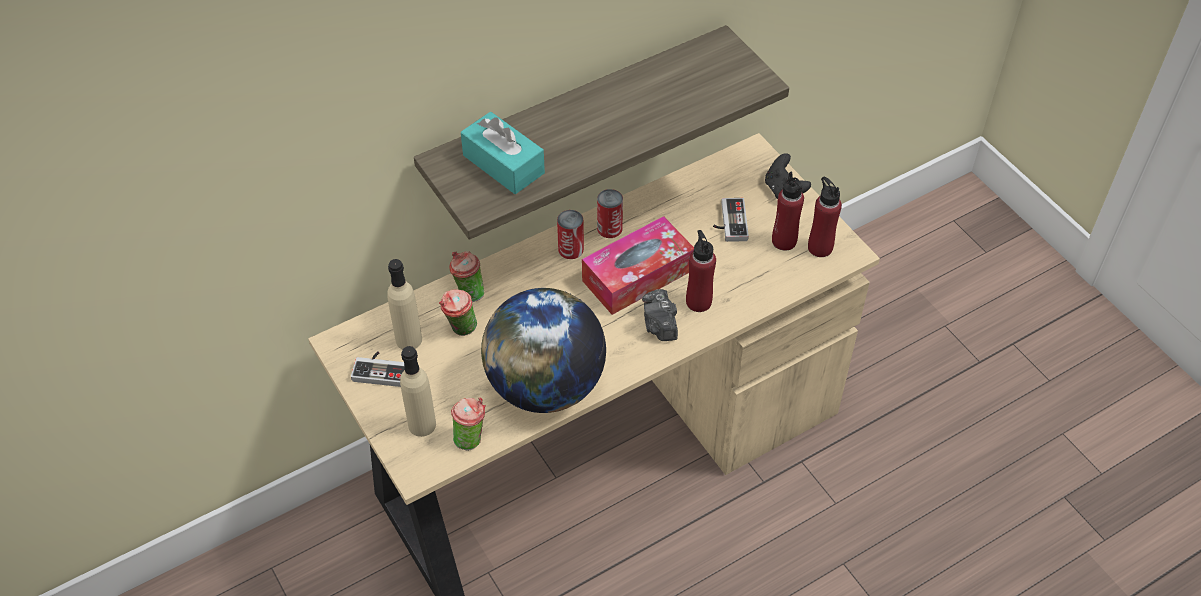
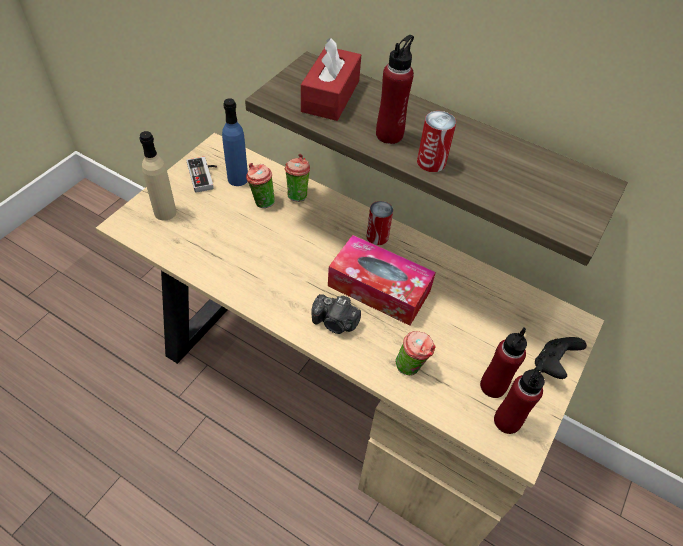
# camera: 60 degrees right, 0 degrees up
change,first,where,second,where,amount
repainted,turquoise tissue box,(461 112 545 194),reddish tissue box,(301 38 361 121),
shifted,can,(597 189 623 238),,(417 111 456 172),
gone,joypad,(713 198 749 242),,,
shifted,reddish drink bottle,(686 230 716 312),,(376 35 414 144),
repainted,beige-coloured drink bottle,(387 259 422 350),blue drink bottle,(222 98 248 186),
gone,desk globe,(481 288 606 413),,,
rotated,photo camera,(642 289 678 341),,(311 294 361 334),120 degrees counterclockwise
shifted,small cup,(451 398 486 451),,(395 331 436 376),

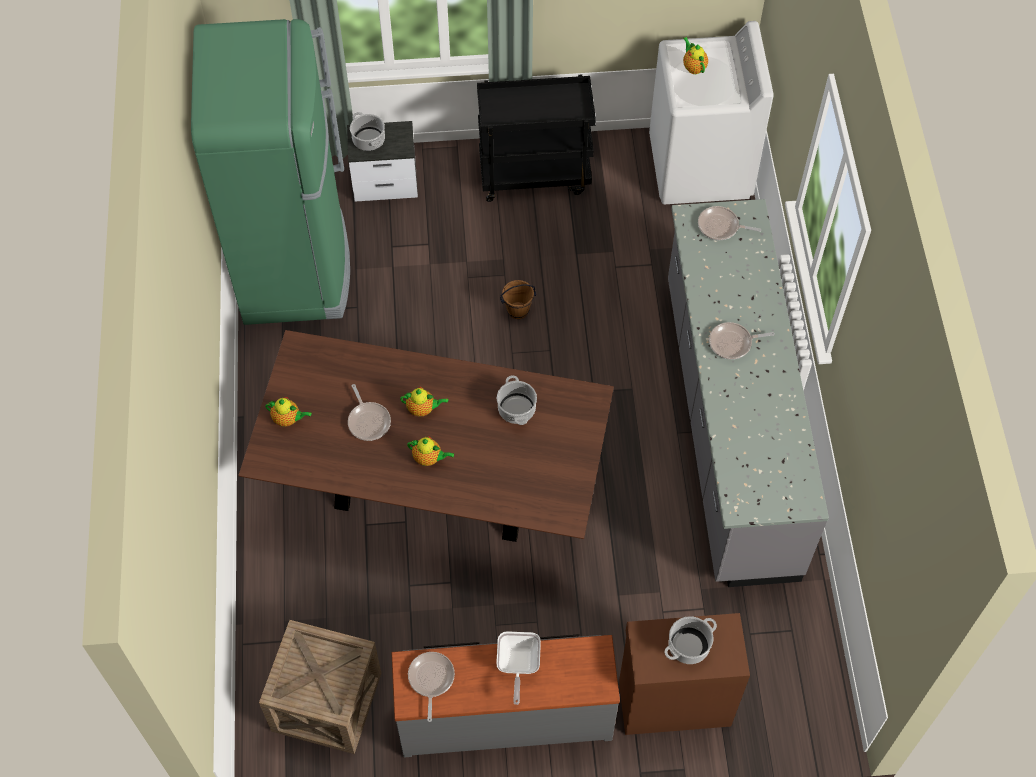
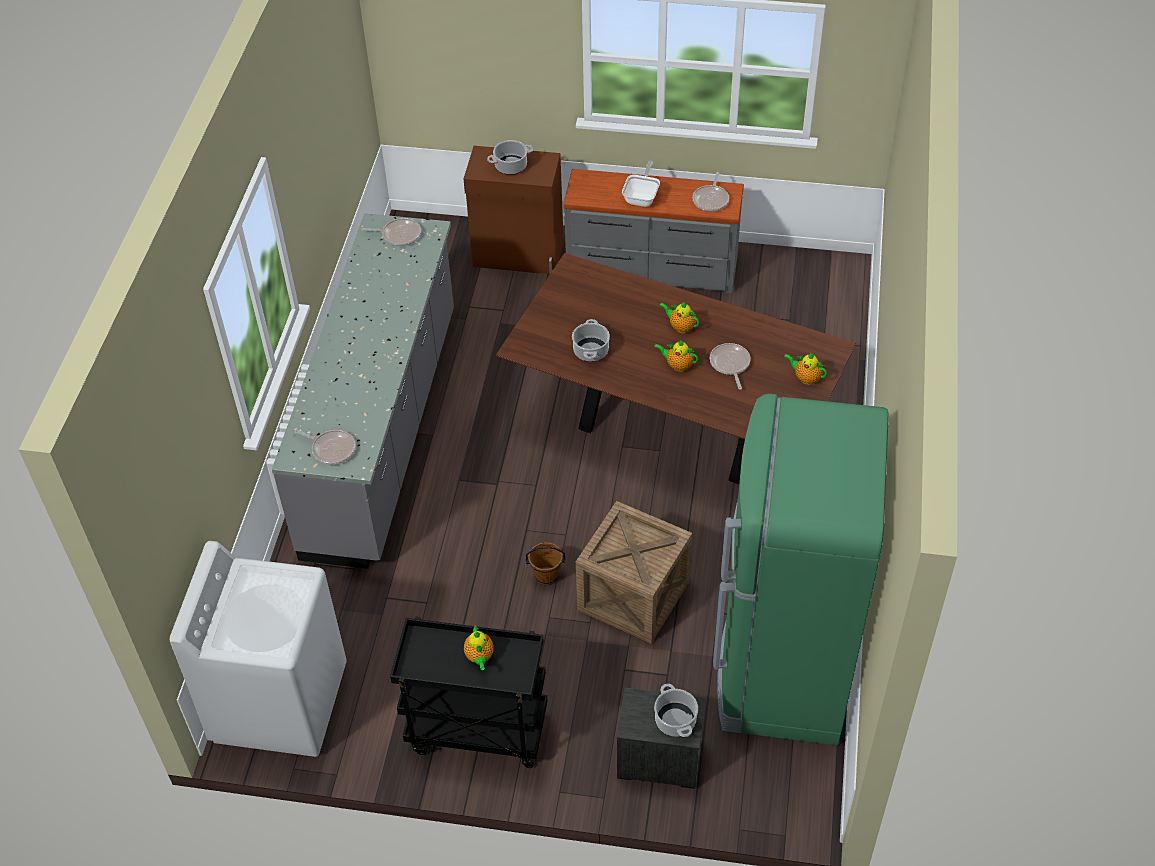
# camera: 165 degrees left, 10 degrees down
change,first,where,second,where,amount
shifted,teapot,(683 37 708 74),,(464 626 494 670),
shifted,frying pan,(709 322 775 360),,(361 218 421 246),
shifted,shipping crate,(259 620 381 754),,(576 501 692 644),

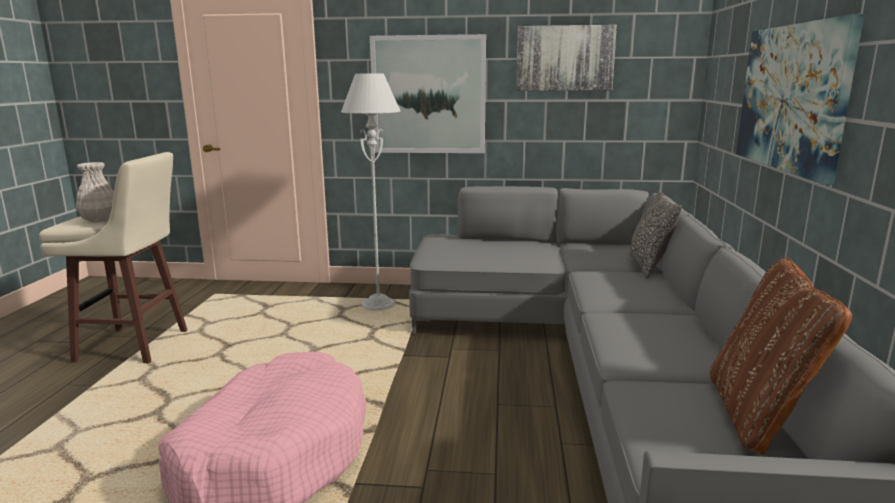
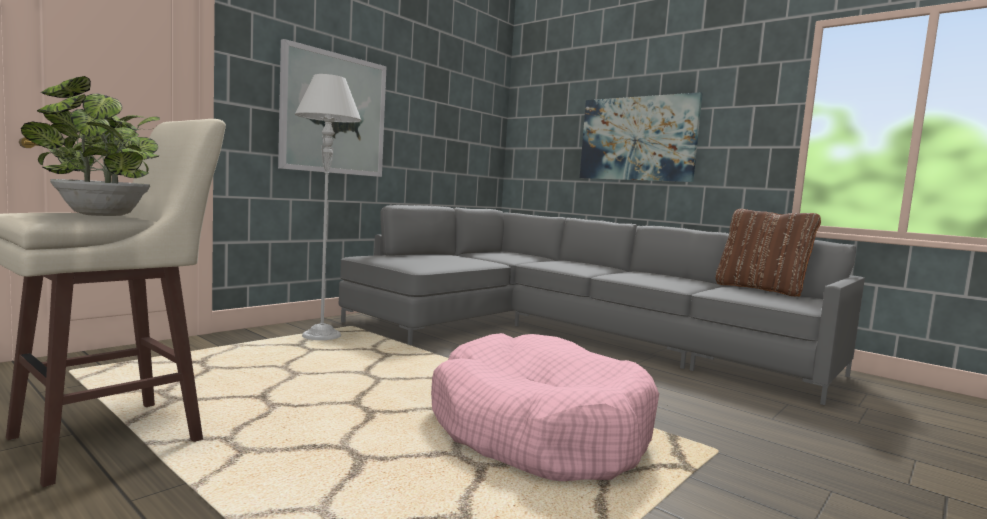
# camera: 55 degrees left, 10 degrees down
change,first,where,second,where,amount
gone,wall art,(516 25 617 91),,,
swapped,white-coloured decorative vase,(76 162 114 222),potted plant,(21 76 160 216),
gone,cushion,(629 191 682 278),,,

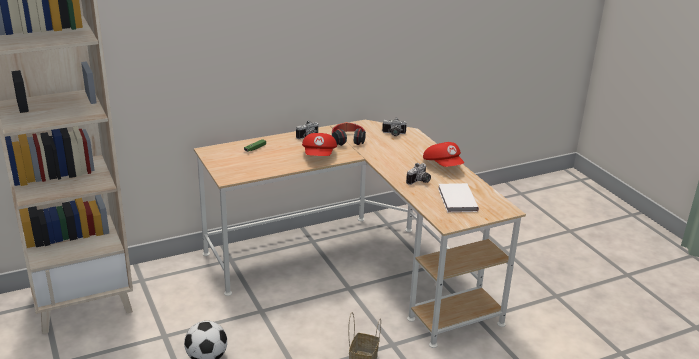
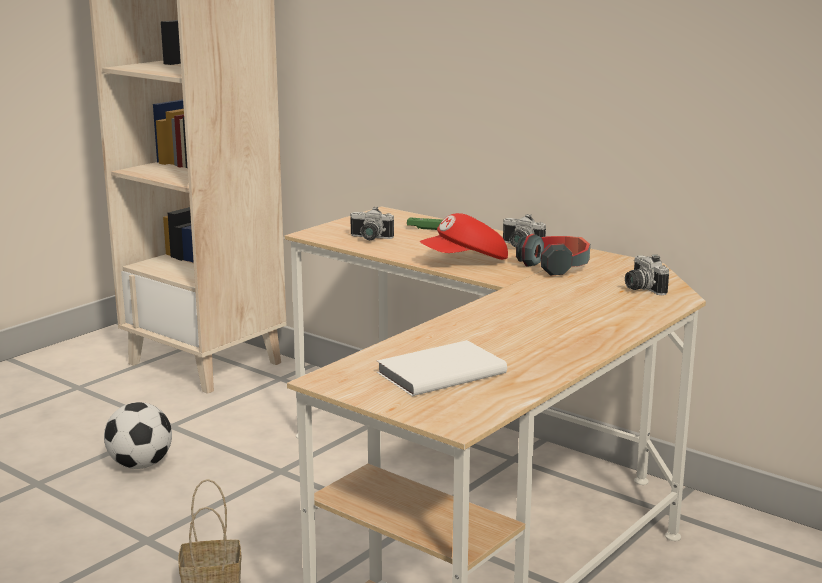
# camera: 65 degrees right, 10 degrees down
change,first,where,second,where,amount
gone,reddish baseball cap,(423 142 464 167),,,
shifted,photo camera,(406 163 431 185),,(350 207 394 240),

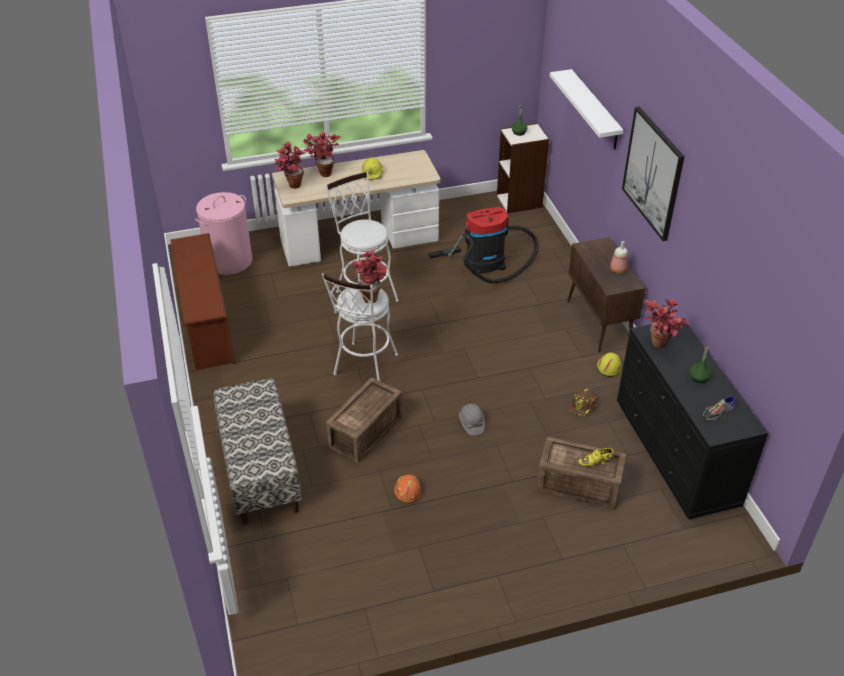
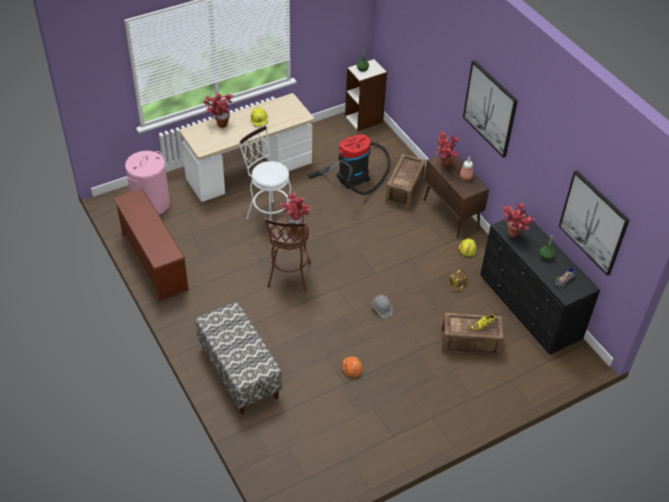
# camera: 15 degrees left, 5 degrees up
change,first,where,second,where,amount
gone,white-coloured wall shelf,(550 69 624 150),,,
shifted,potted plant,(274 142 306 189),,(436 131 460 167),
repainted,white-coloured stool seat,(322 274 398 381),brownish stool seat,(265 217 311 292),
shifted,shipping crate,(326 377 402 463),,(386 154 426 209),
new,,,wall art,(558 170 630 276),

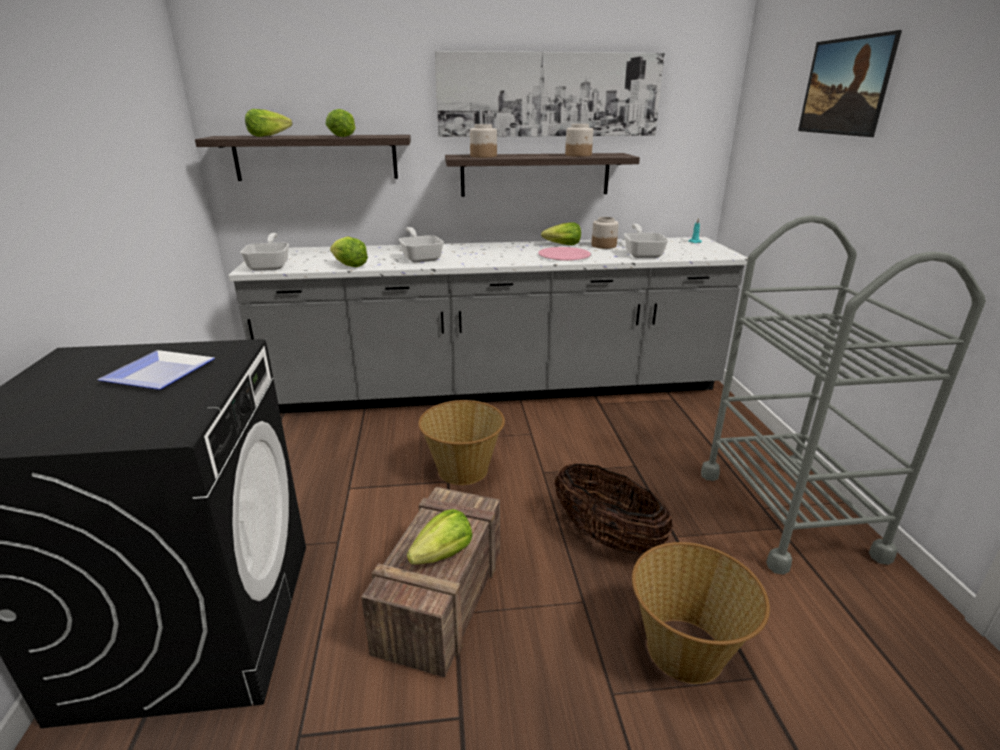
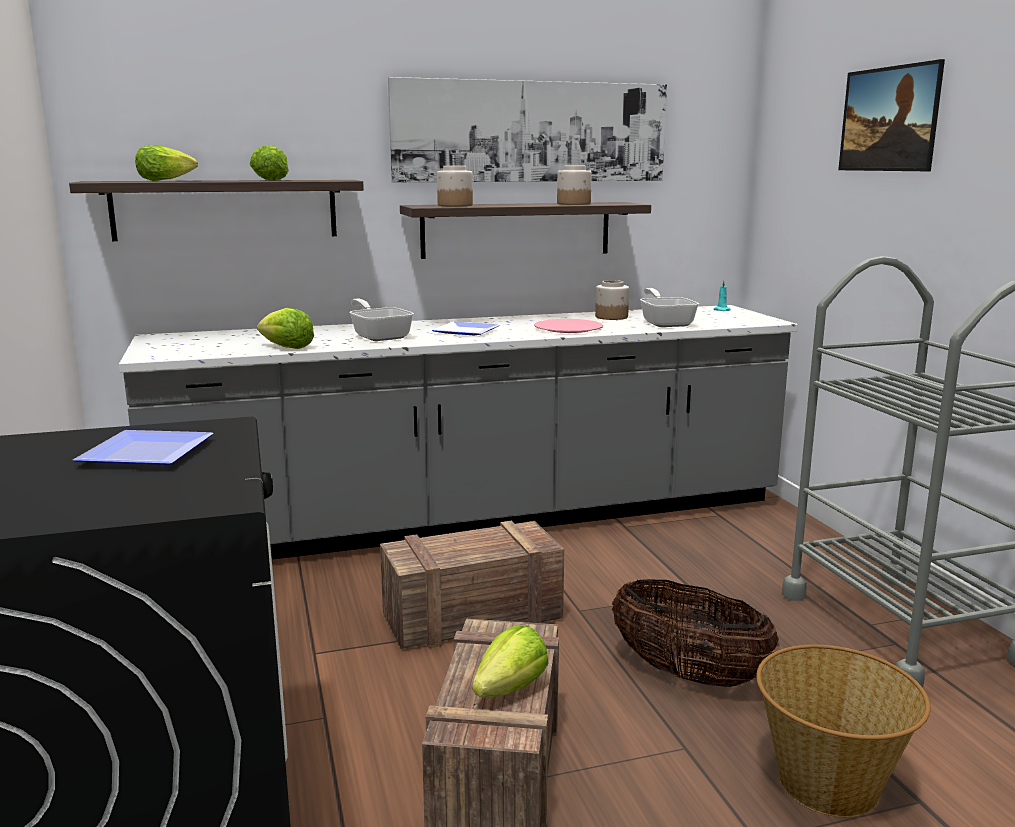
# camera: 10 degrees left, 10 degrees down
change,first,where,second,where,amount
gone,lettuce,(541 222 581 245),,,
gone,frying pan,(240 233 289 271),,,
swapped,household basket,(418 400 505 485),shipping crate,(380 520 564 649),
new,,,dinner plate,(432 321 499 336),

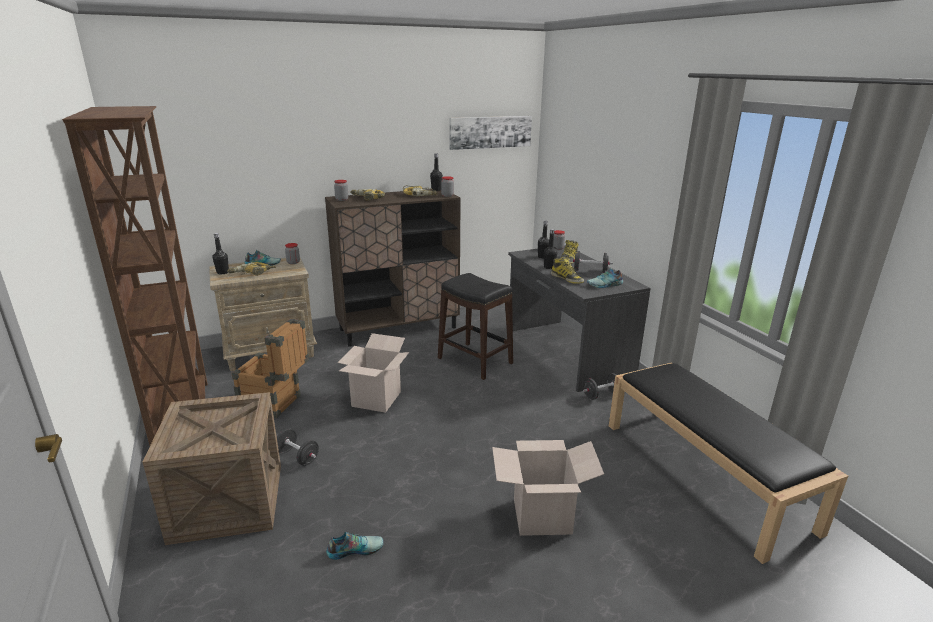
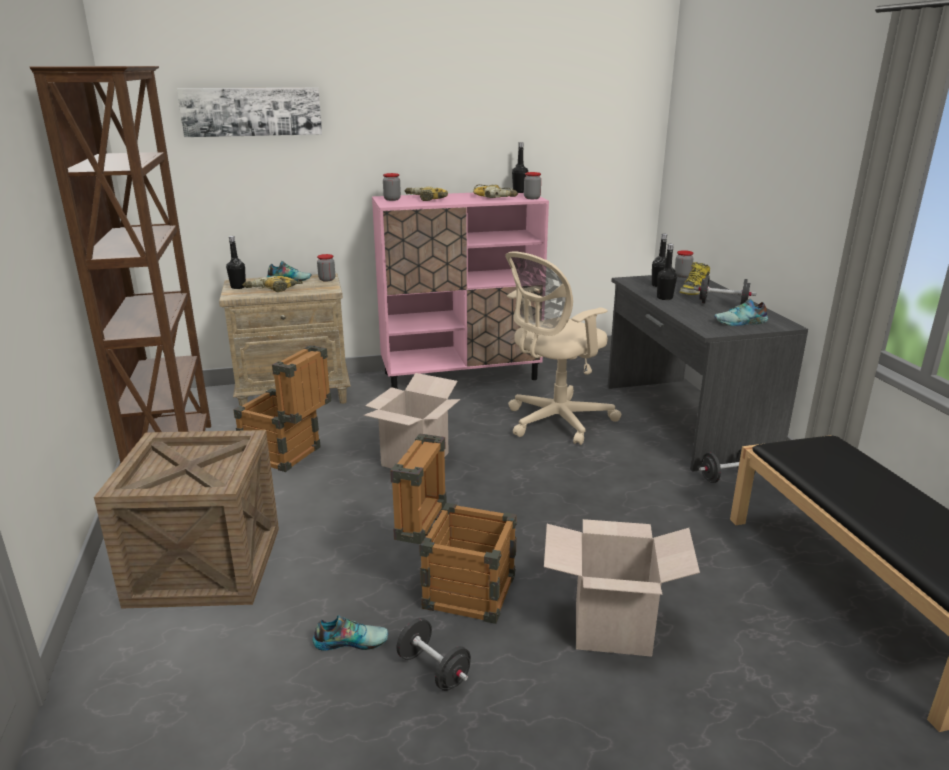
# camera: 10 degrees right, 0 degrees up
change,first,where,second,where,amount
shifted,wall art,(450 116 532 150),,(177 87 322 137),
repainted,brownish cupboard,(325 189 461 347),pink-coloured cupboard,(372 193 549 389),
gone,boot,(551 257 584 284),,,
swapped,black-coloured stool seat,(438 273 513 380),beige-coloured desk chair,(505 251 622 445),
shifted,black-coloured dumbbell,(277 428 319 466),,(397 618 471 691),
new,,,shipping crate,(390 433 517 624),

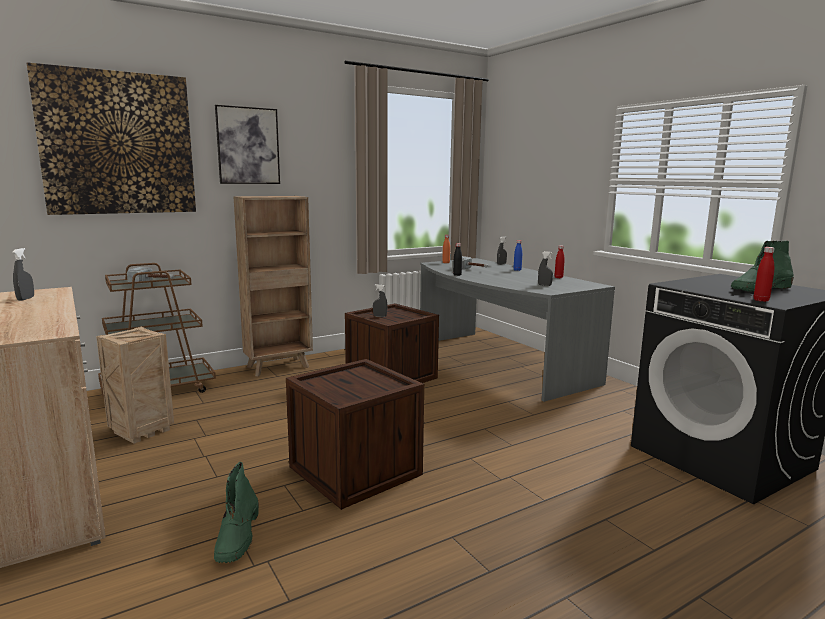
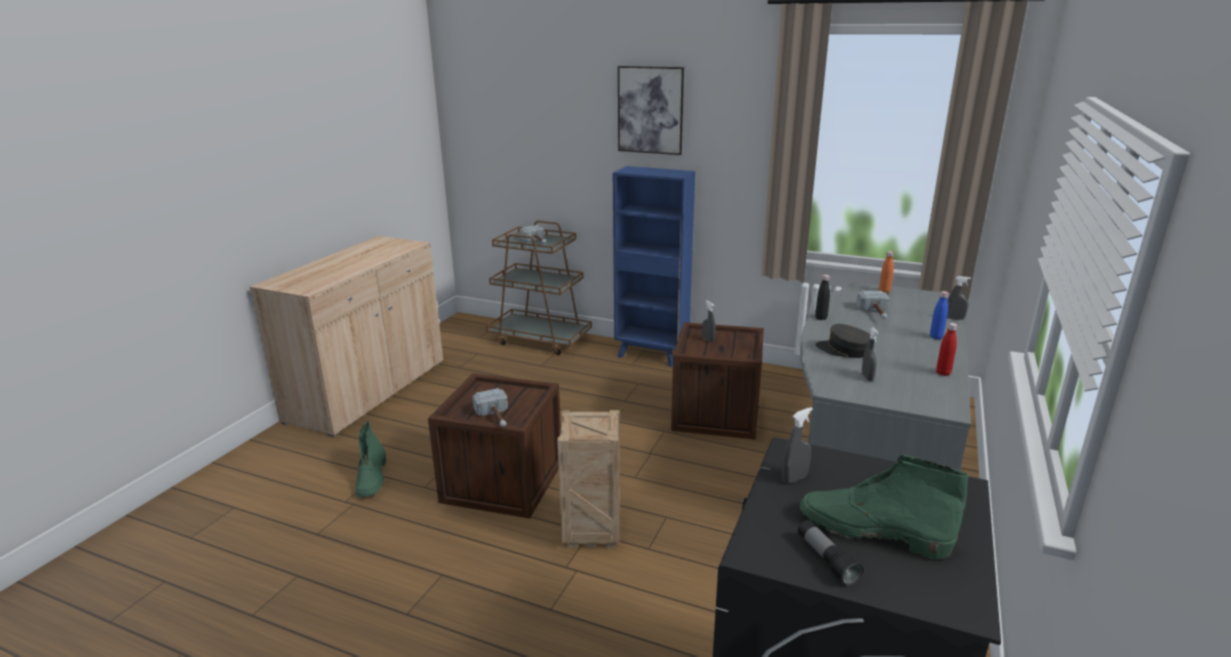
# camera: 55 degrees right, 10 degrees up
change,first,where,second,where,amount
gone,wall art,(27 62 196 215),,,
repainted,brownish bookshelf,(233 196 313 377),blue bookshelf,(613 166 695 367),
gone,reddish drink bottle,(754 247 775 302),,,
shifted,grey hand sprayer,(12 248 34 301),,(782 407 813 484),
shifted,shipping crate,(96 327 174 444),,(557 410 620 548),
rotated,green-coloured boot,(214 462 259 563),,(356 421 386 497),60 degrees counterclockwise
new,,,grey baseball cap,(816 324 871 358),
new,,,hammer,(473 388 508 427),
new,,,flashlight,(798 520 863 586),

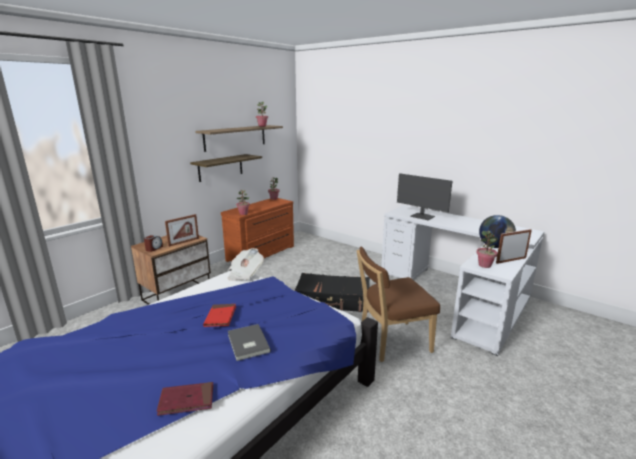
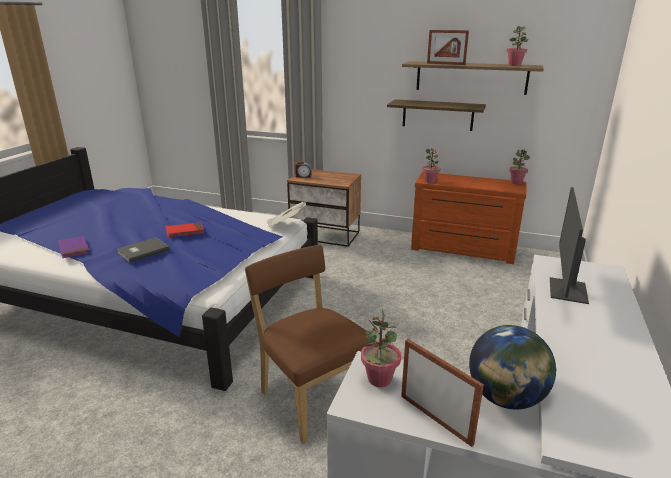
# camera: 70 degrees right, 5 degrees up
change,first,where,second,where,amount
shifted,picture frame,(165 214 199 247),,(427 30 469 65),
gone,black-coloured travel case,(295 273 370 312),,,
repainted,reddish volume,(157 382 213 416),purple volume,(58 236 90 258),

